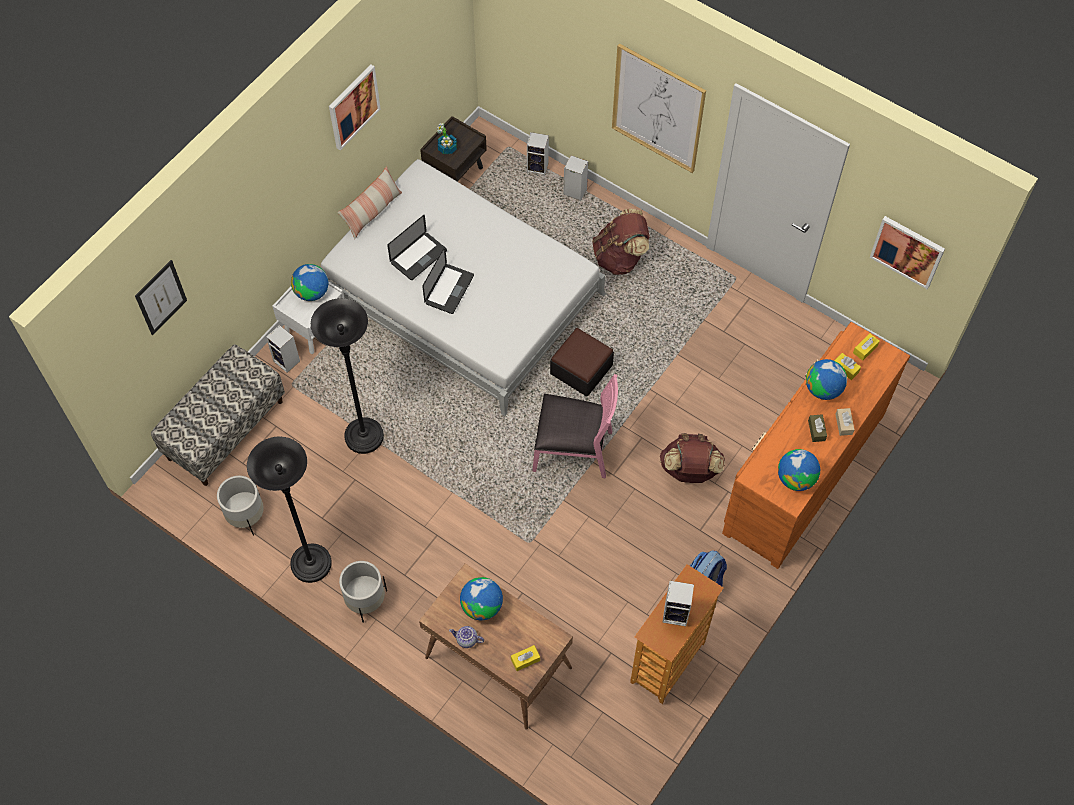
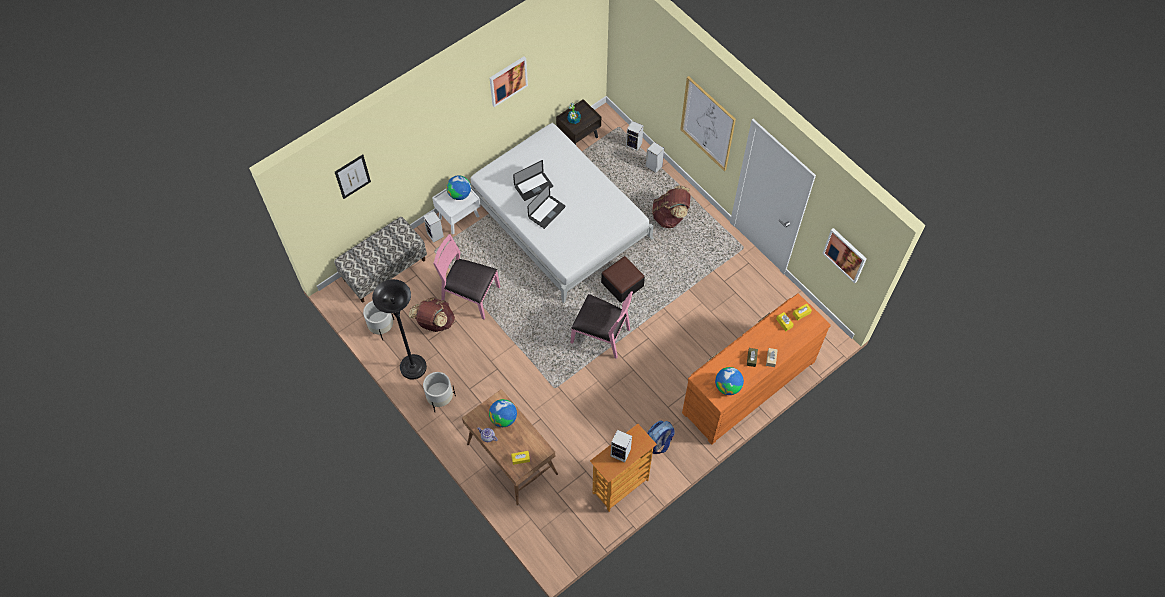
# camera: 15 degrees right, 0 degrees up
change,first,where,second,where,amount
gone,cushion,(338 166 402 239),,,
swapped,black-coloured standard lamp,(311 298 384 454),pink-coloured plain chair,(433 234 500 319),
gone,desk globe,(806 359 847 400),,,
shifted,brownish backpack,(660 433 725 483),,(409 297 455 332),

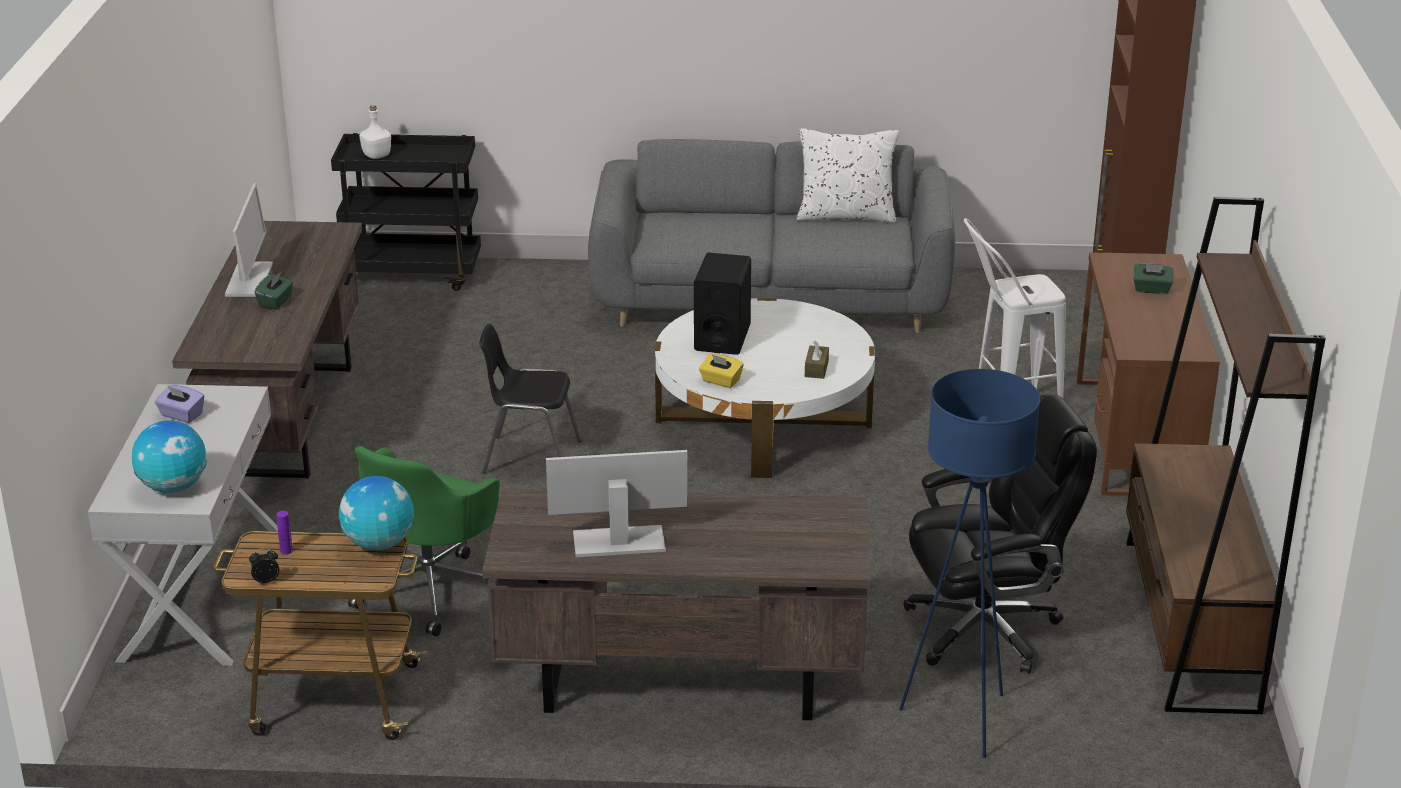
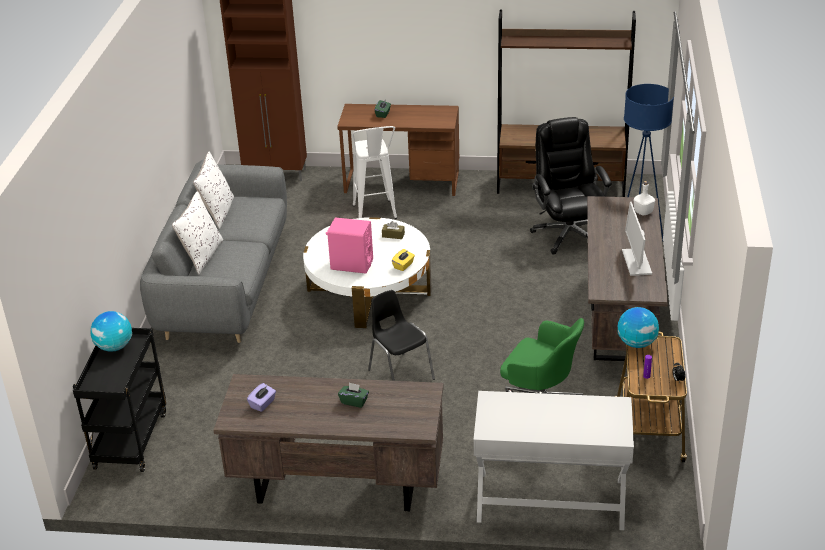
# camera: 85 degrees left, 5 degrees up
change,first,where,second,where,amount
shifted,white-coloured drink bottle,(359 105 391 159),,(634 181 655 216),
gone,computer display,(225 183 273 297),,,
repainted,black-coloured speaker,(694 253 751 355),pink-coloured speaker,(326 217 373 273),
rotated,black-coloured plain chair,(479 324 582 474),,(368 290 435 381),135 degrees clockwise
shifted,purple tissue box,(155 385 204 423),,(247 383 276 412),
shifted,desk globe,(132 420 207 493),,(90 311 132 352),
new,,,white-coloured cushion,(172 191 223 274),

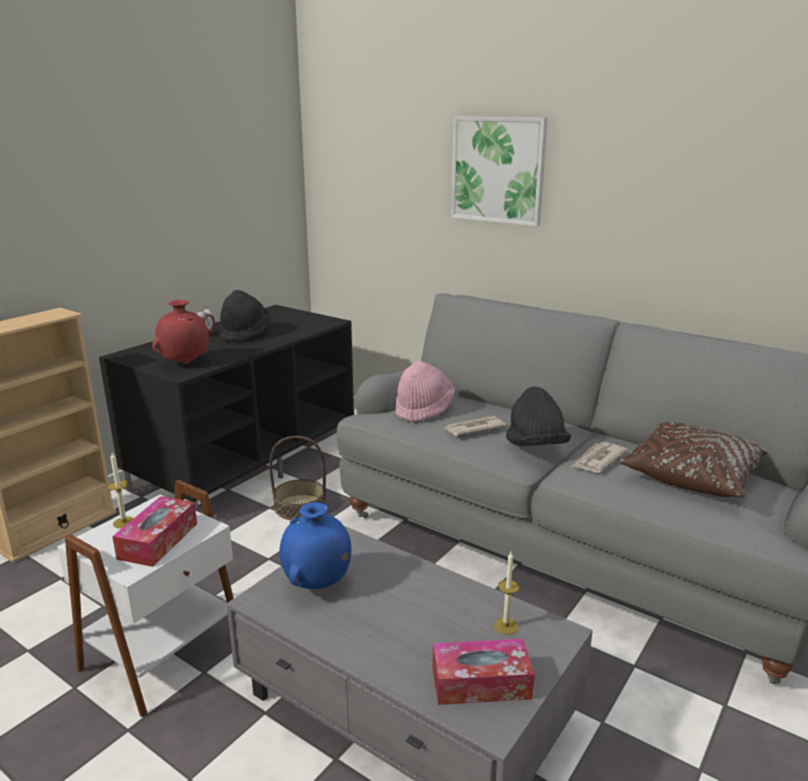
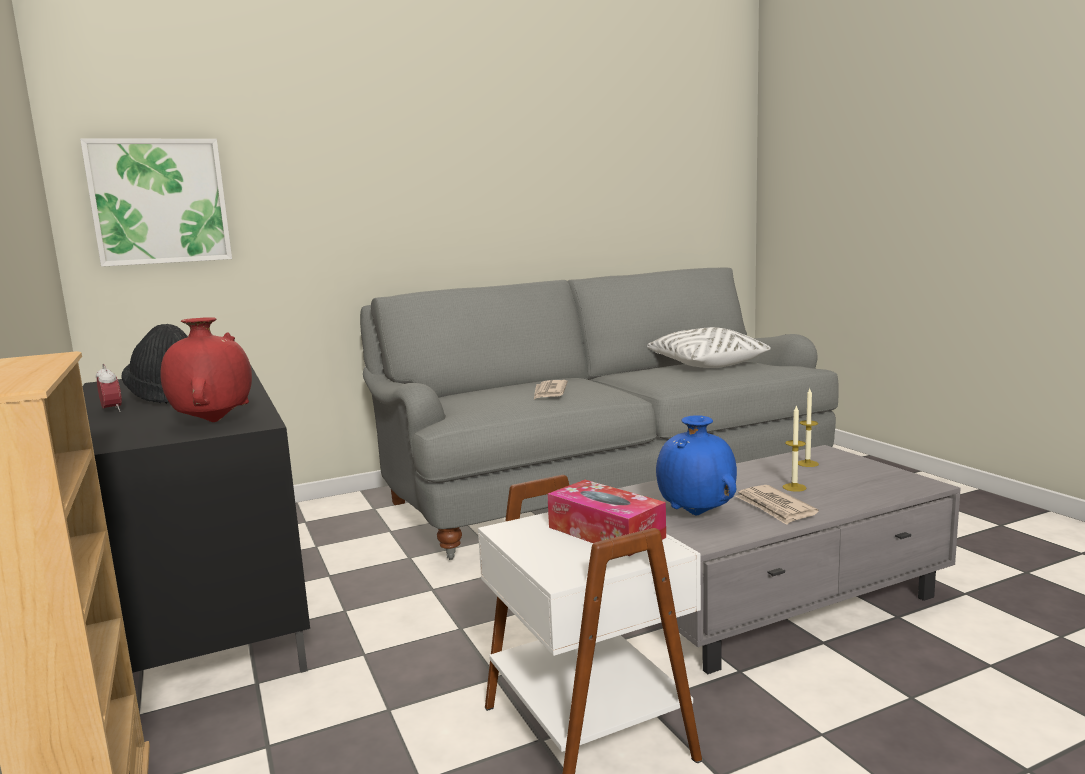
# camera: 60 degrees left, 10 degrees down
change,first,where,second,where,amount
shifted,wall art,(451 117 548 226),,(80 138 232 267),
gone,pink-coloured clothing hat,(395 361 455 422),,,
gone,black-coloured clothing hat,(506 387 571 446),,,
repainted,brownish cushion,(619 422 767 498),white-coloured cushion,(647 327 771 368),
gone,household basket,(269 436 326 520),,,
shifted,newspaper,(572 442 628 473),,(735 485 819 525),
shifted,wax light,(108 453 134 528),,(783 405 806 492),
gone,tissue box,(433 639 535 705),,,

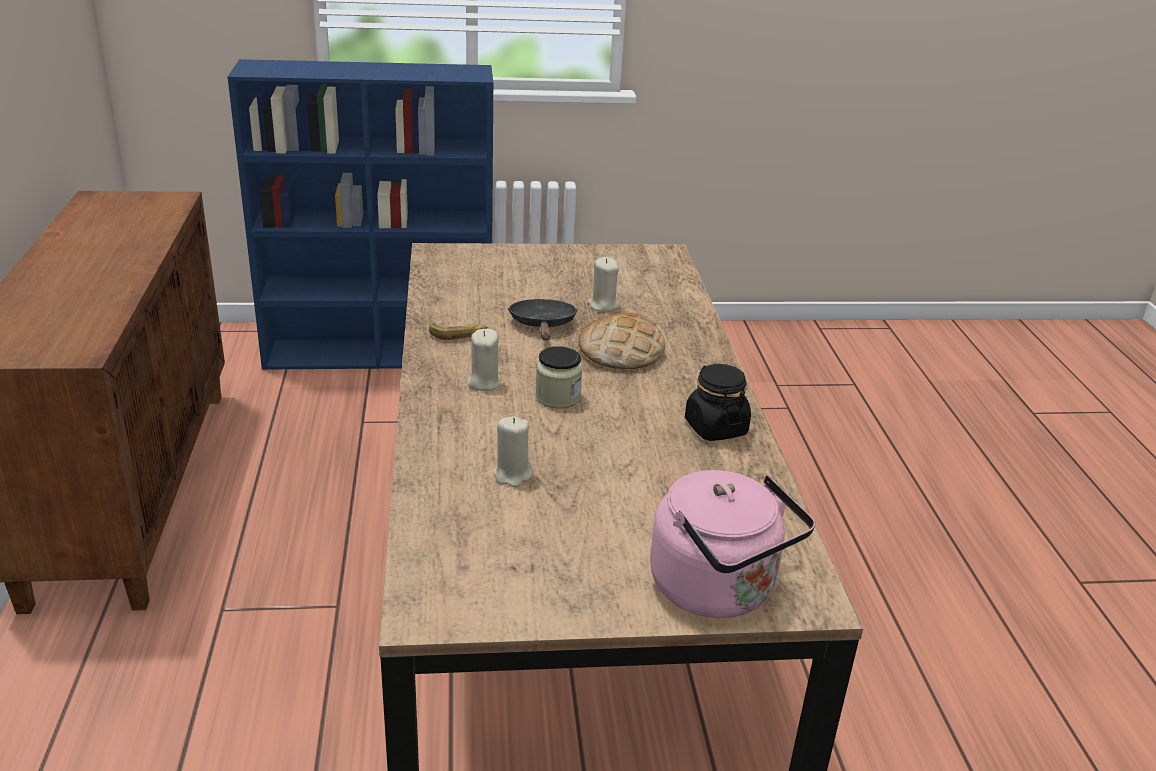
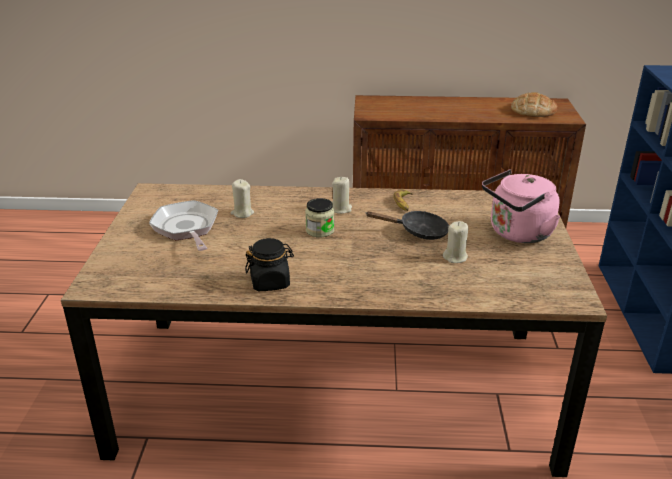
# camera: 100 degrees right, 0 degrees up
change,first,where,second,where,amount
shifted,bread,(579 313 665 369),,(511 92 558 117),
shifted,pink-coloured tea kettle,(650 470 815 618),,(482 169 560 243),
new,,,frying pan,(149 200 218 251),

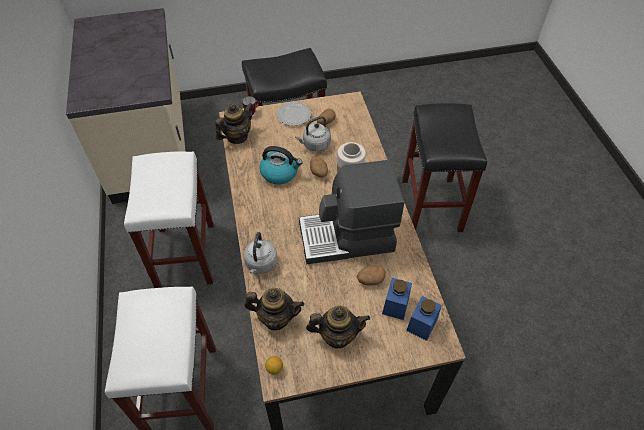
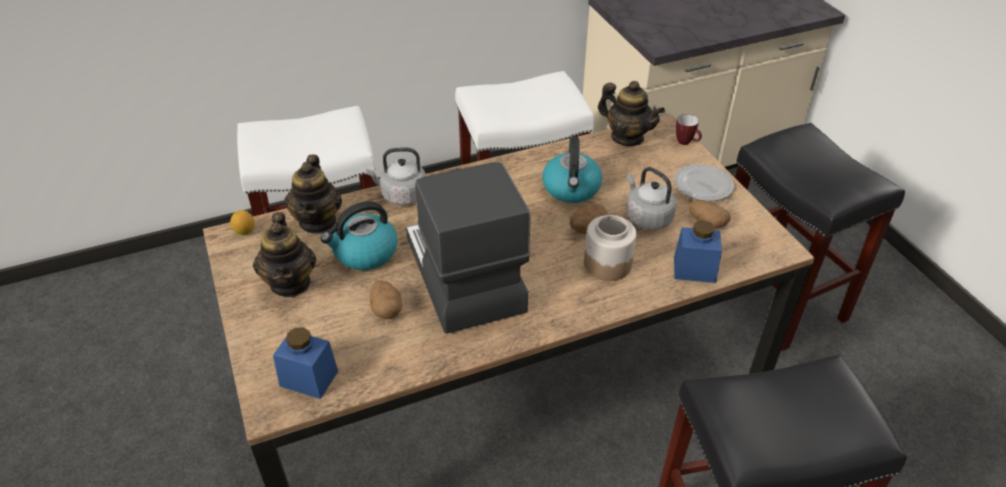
# camera: 80 degrees right, 10 degrees down
change,first,where,second,where,amount
shifted,blue preserve jar,(382 278 412 320),,(674 220 722 283),
new,,,tea kettle,(321 201 397 270),

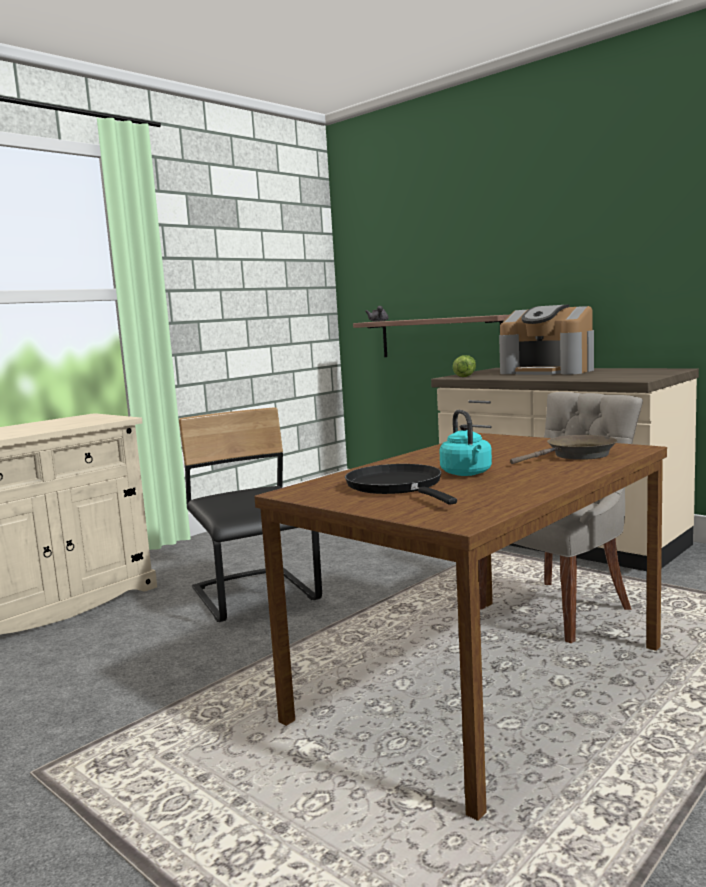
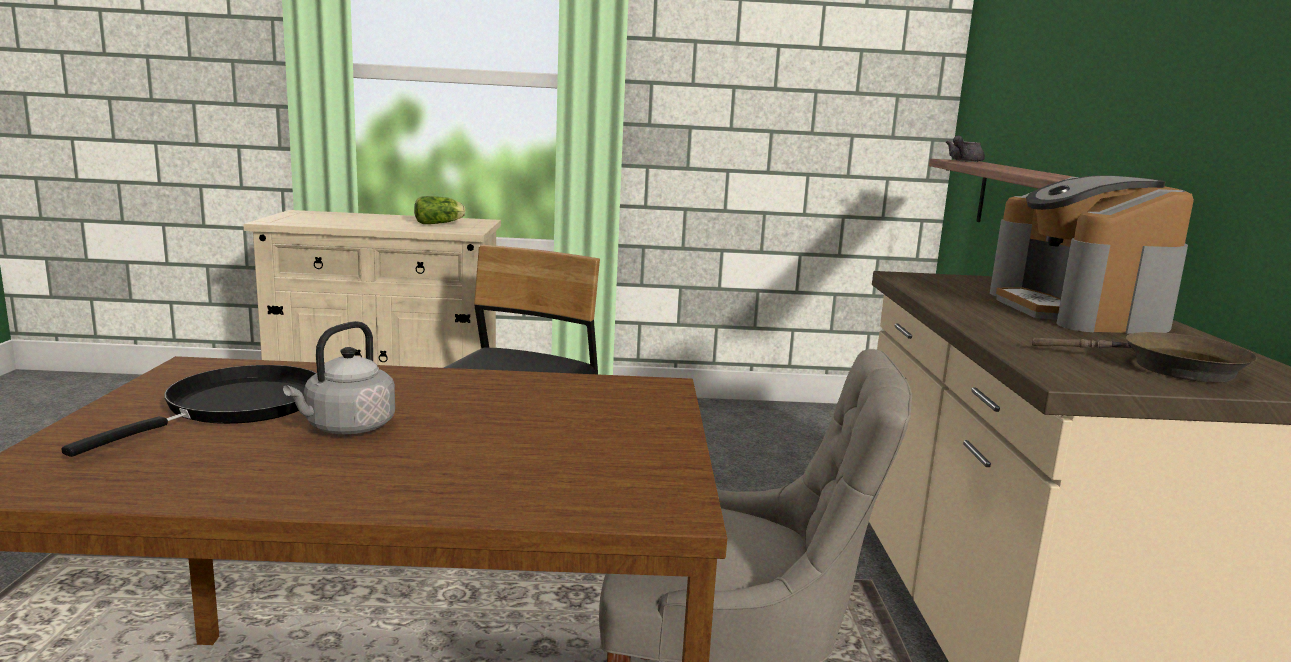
# camera: 45 degrees right, 5 degrees up
change,first,where,second,where,amount
shifted,lettuce,(453 355 476 377),,(414 196 465 224),
repainted,turquoise tea kettle,(439 410 492 476),grey tea kettle,(283 321 395 434),
shifted,brownish frying pan,(510 435 617 464),,(1032 332 1257 383),

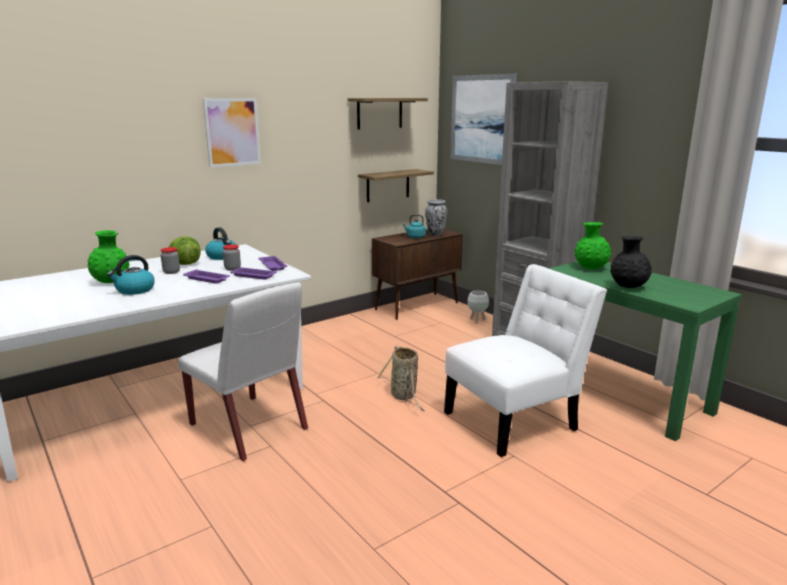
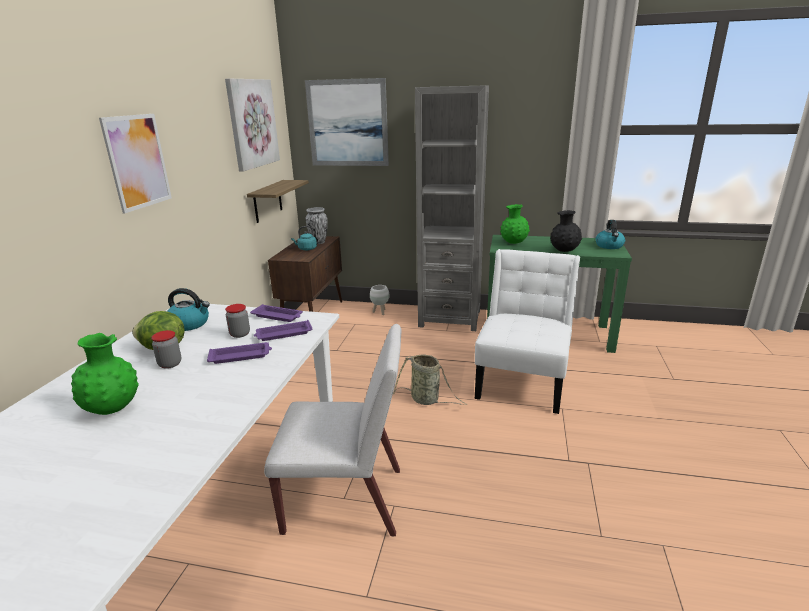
# camera: 40 degrees left, 5 degrees up
change,first,where,second,where,amount
swapped,wall shelf,(347 98 428 130),wall art,(225 79 280 172),
shifted,tea kettle,(107 255 155 295),,(595 220 625 249),

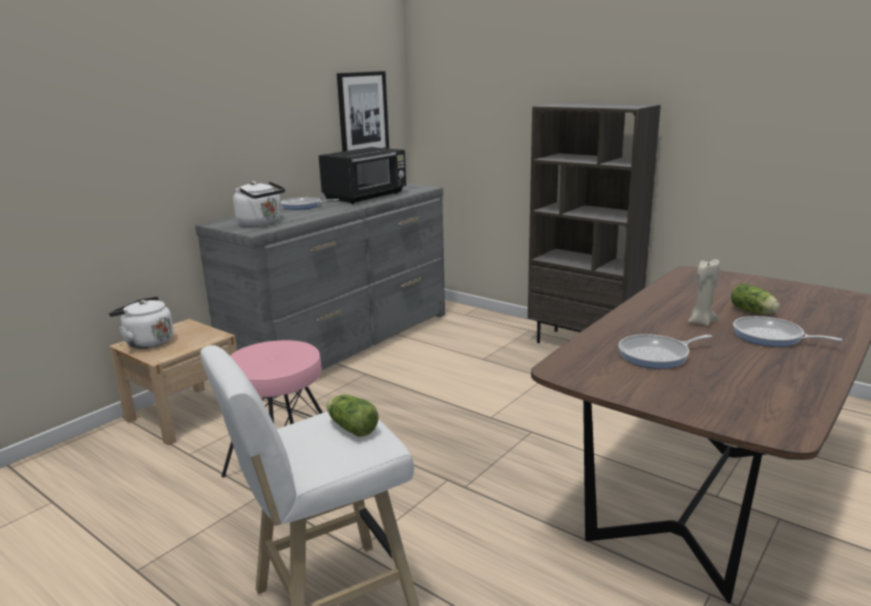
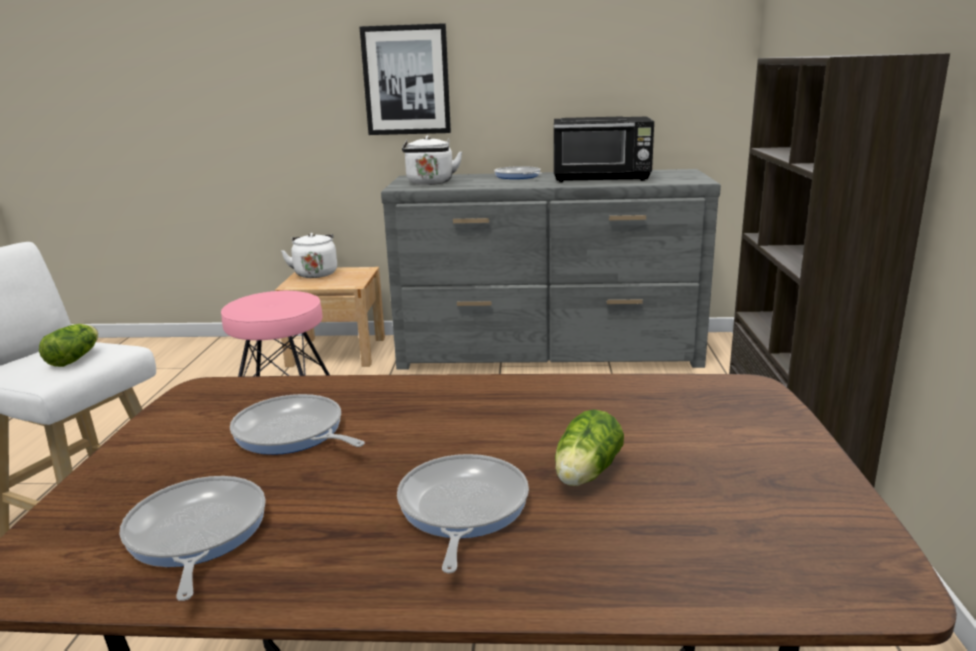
# camera: 55 degrees right, 0 degrees up
change,first,where,second,where,amount
shifted,wall art,(337 71 389 152),,(360 23 451 135),
gone,beige-coloured wax light,(688 259 720 326),,,
new,,,frying pan,(120 476 266 601),

